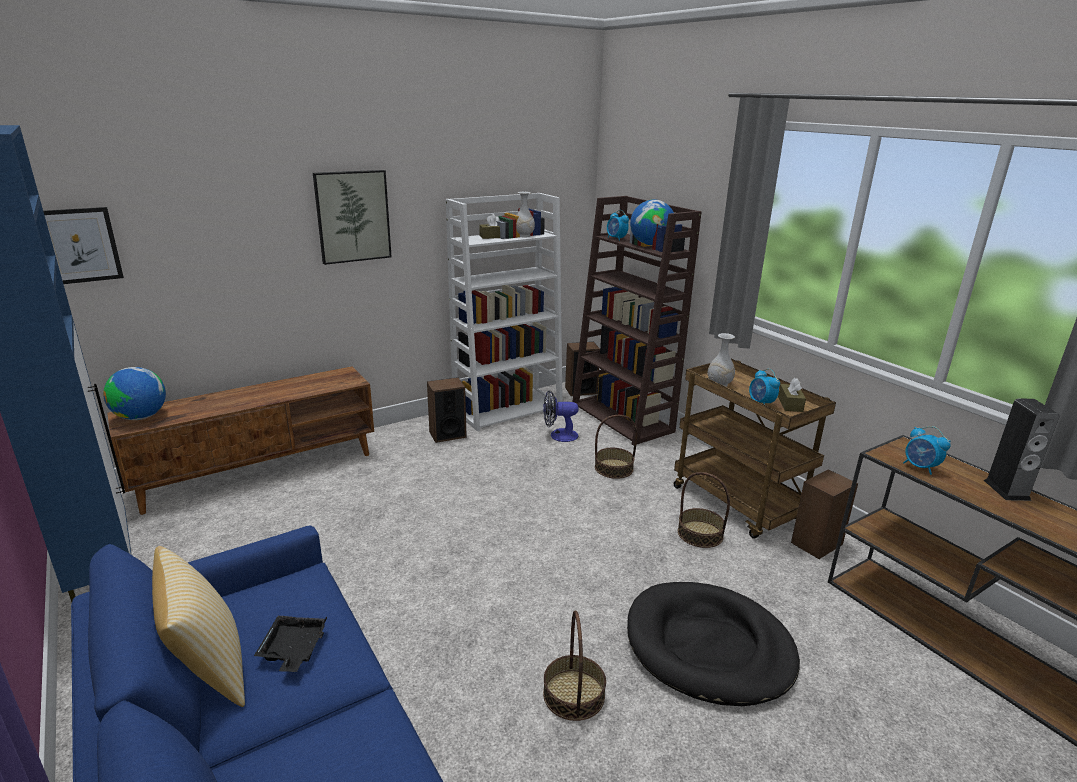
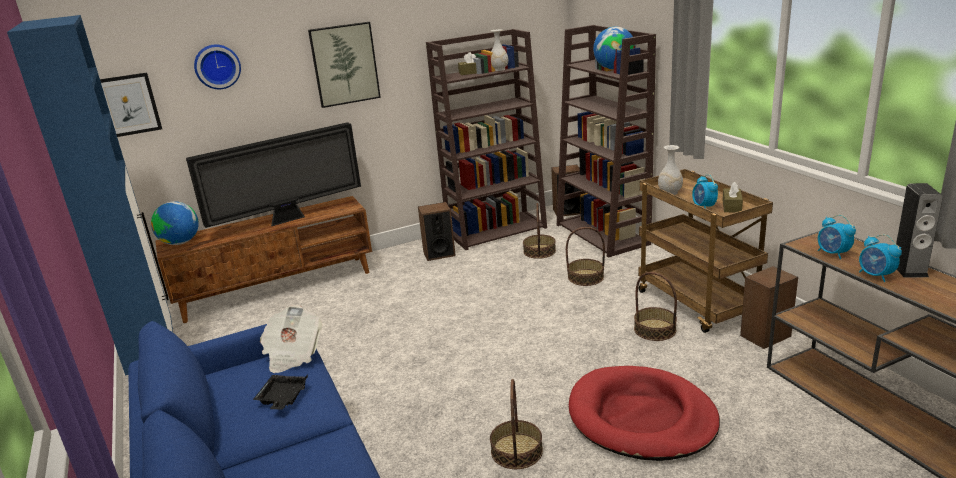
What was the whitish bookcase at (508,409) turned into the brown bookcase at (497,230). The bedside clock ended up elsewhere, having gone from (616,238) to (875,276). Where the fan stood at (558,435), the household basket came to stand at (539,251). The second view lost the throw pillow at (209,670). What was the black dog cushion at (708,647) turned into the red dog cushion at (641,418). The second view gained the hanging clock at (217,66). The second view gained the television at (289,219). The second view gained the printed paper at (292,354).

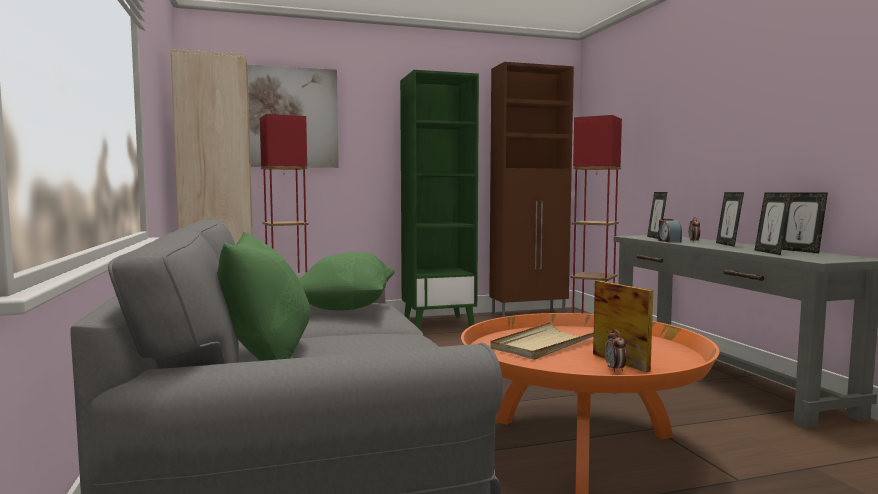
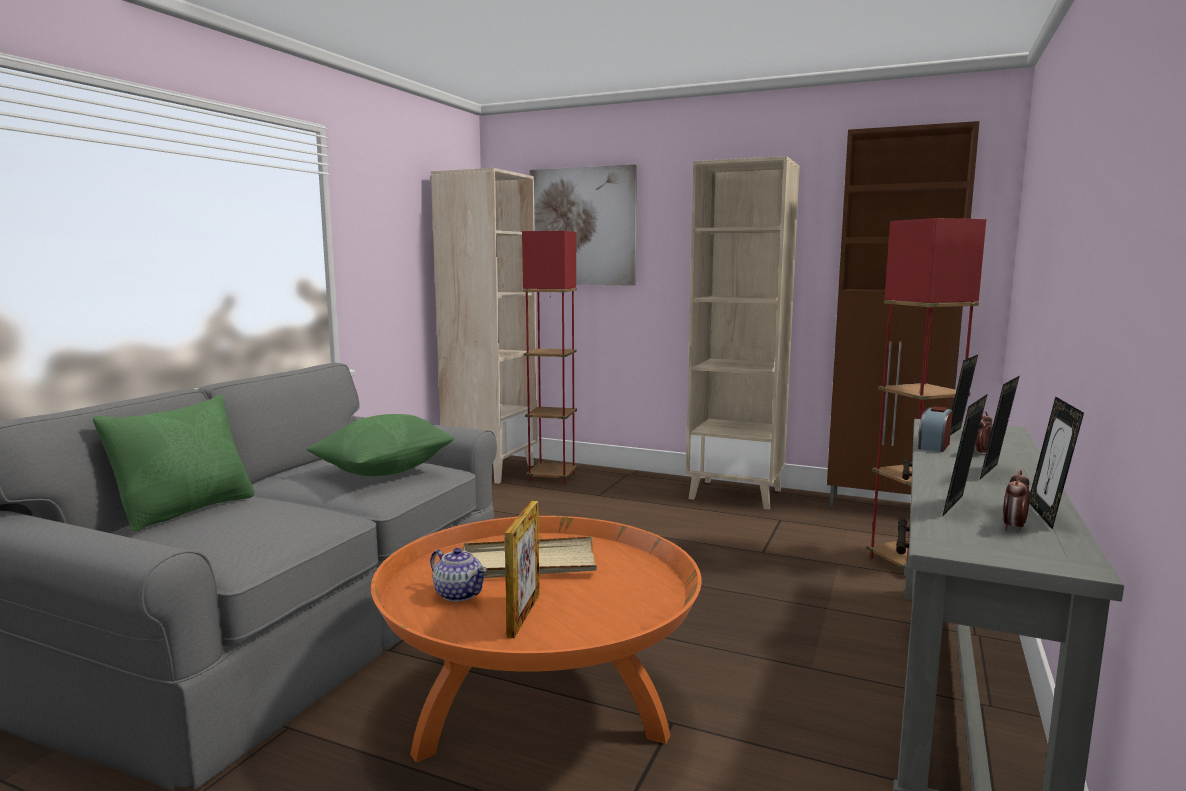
What was the greenish bookcase at (438,322) turned into the beige bookcase at (736,494). The bedside clock ended up elsewhere, having gone from (615,369) to (1013,527). The second view gained the tea pot at (459,594).

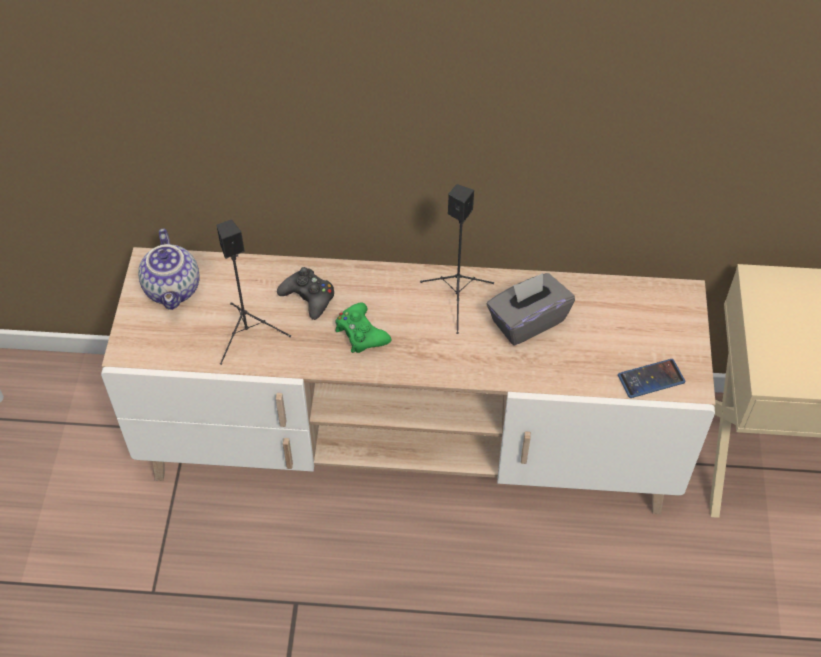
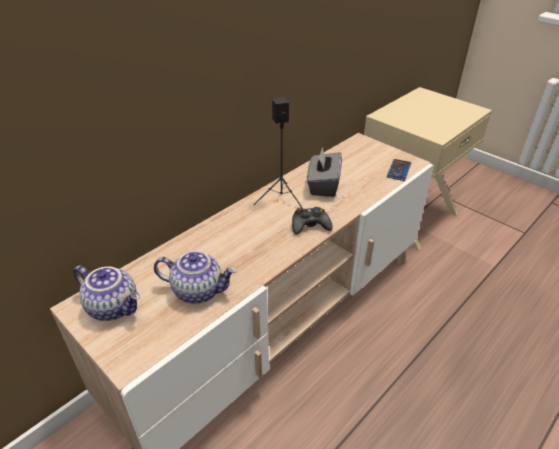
Where the black audio speaker stood at (248,334), the tea pot came to stand at (198,290). The black game controller ended up elsewhere, having gone from (309,297) to (310,225). The second view lost the greenish game controller at (361,334).

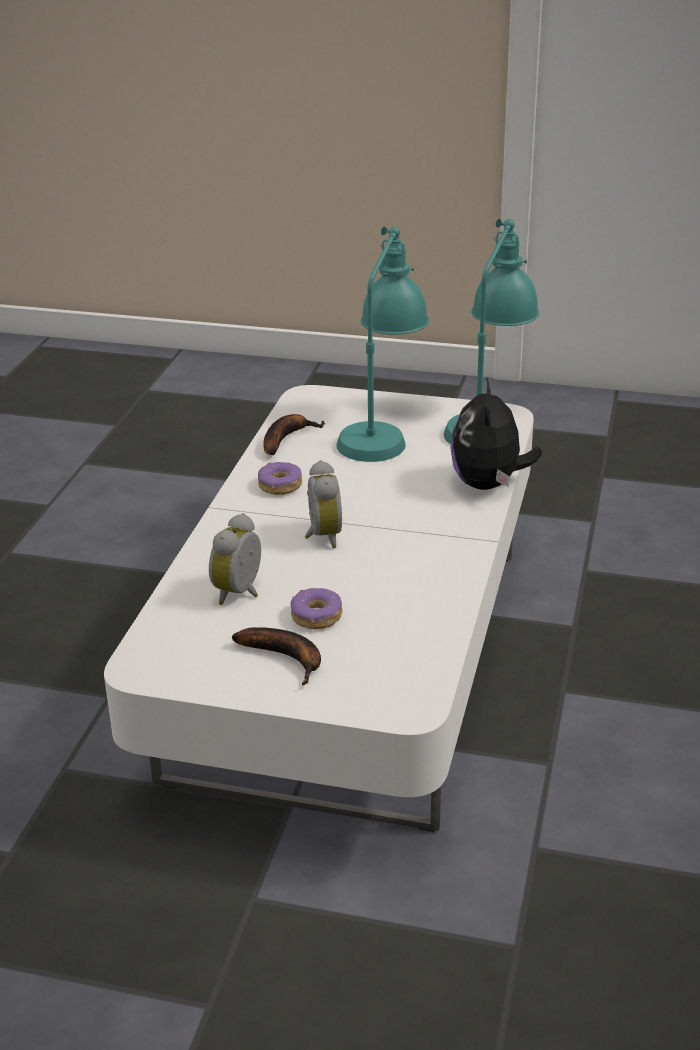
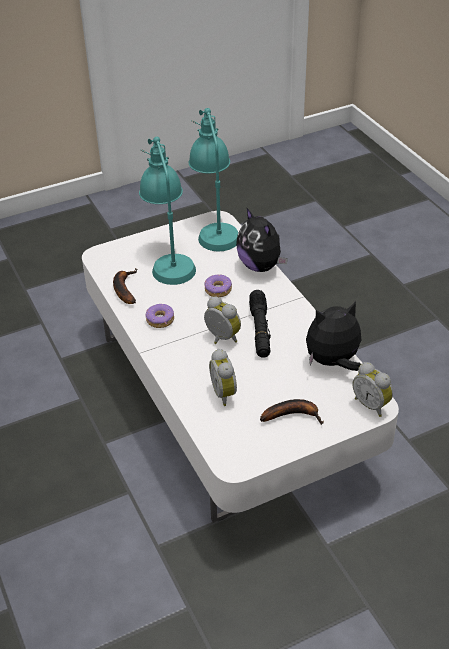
The ring doughnut ended up elsewhere, having gone from (316,617) to (218,290). The second view gained the black torch at (260,329). The second view gained the soft toy at (333,362). The second view gained the bedside clock at (372,404).

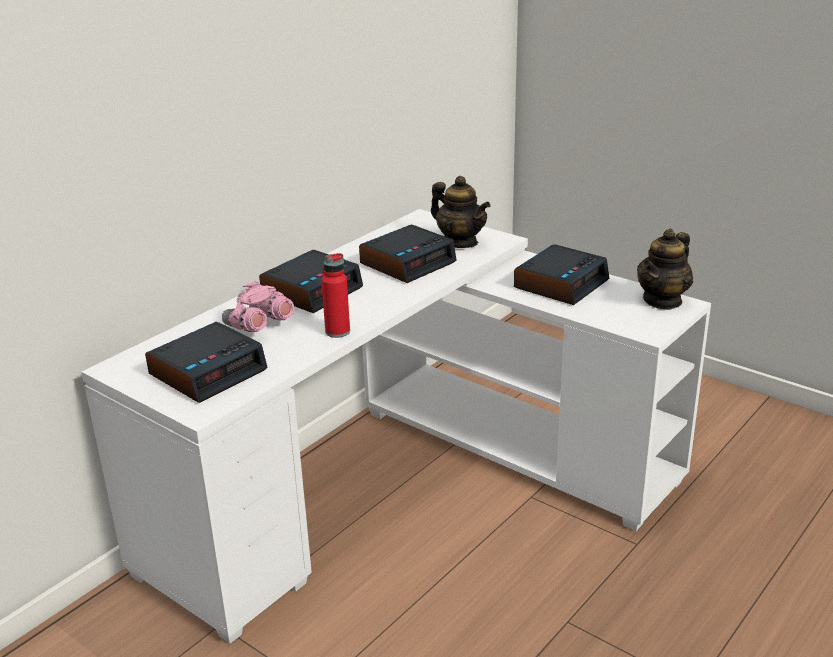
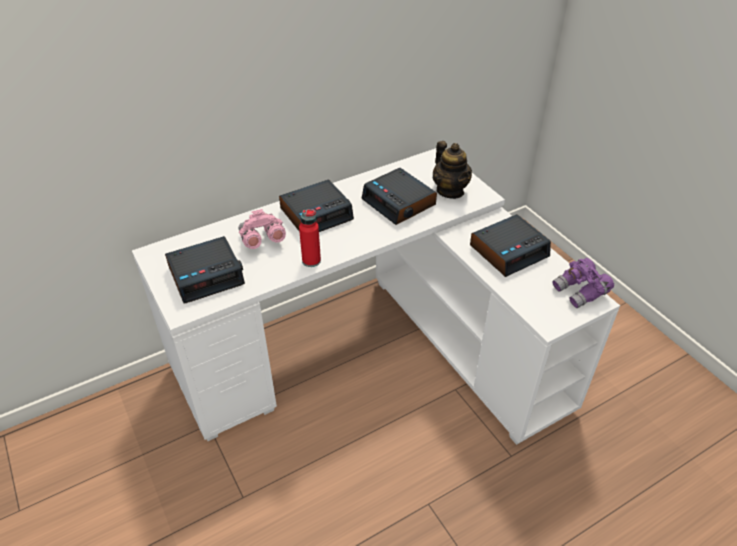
The bedside clock at (408,262) ended up facing another way, 75 degrees clockwise from before. Where the tea pot stood at (663,300), the purple-coloured binoculars came to stand at (580,292).

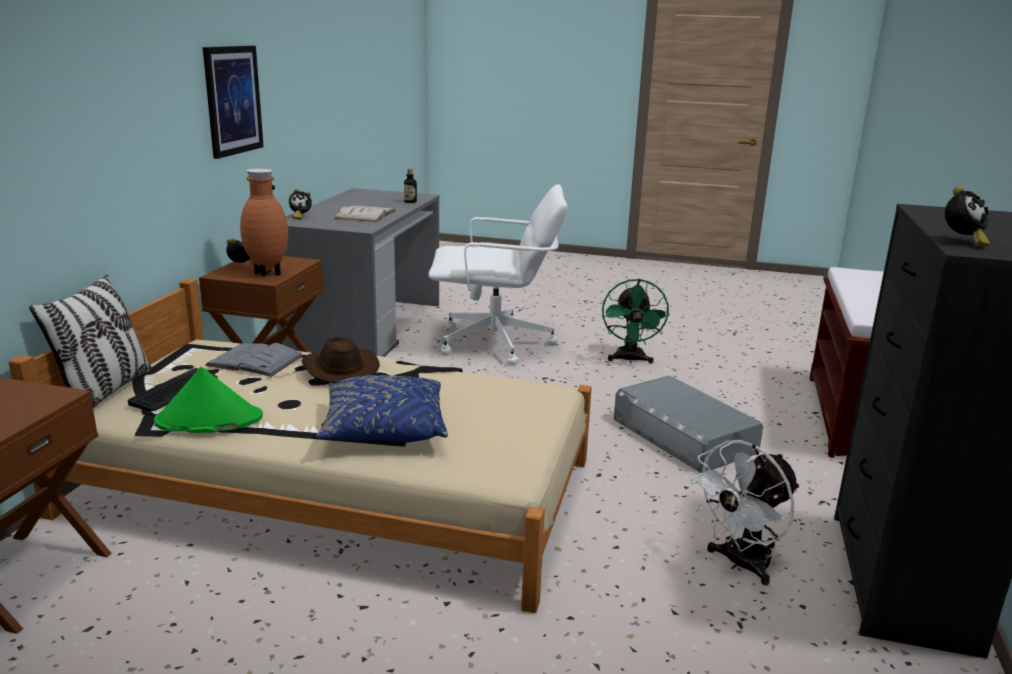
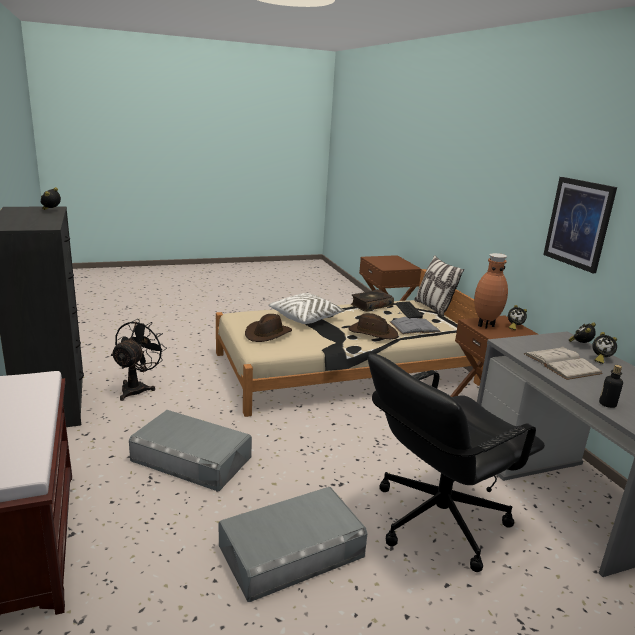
What was the whitish office chair at (496,343) turned into the black office chair at (437,519). Where the greenish fan stood at (630,360), the grey storage box came to stand at (291,551). Where the greenish wearable hat stood at (208,420), the book came to stand at (371,305). What was the blue throw pillow at (384,429) turned into the whitish throw pillow at (306,317). What was the whitish fan at (740,564) turned into the black fan at (137,388). The second view gained the brown wearable hat at (268,334). The second view gained the bedside clock at (600,359).

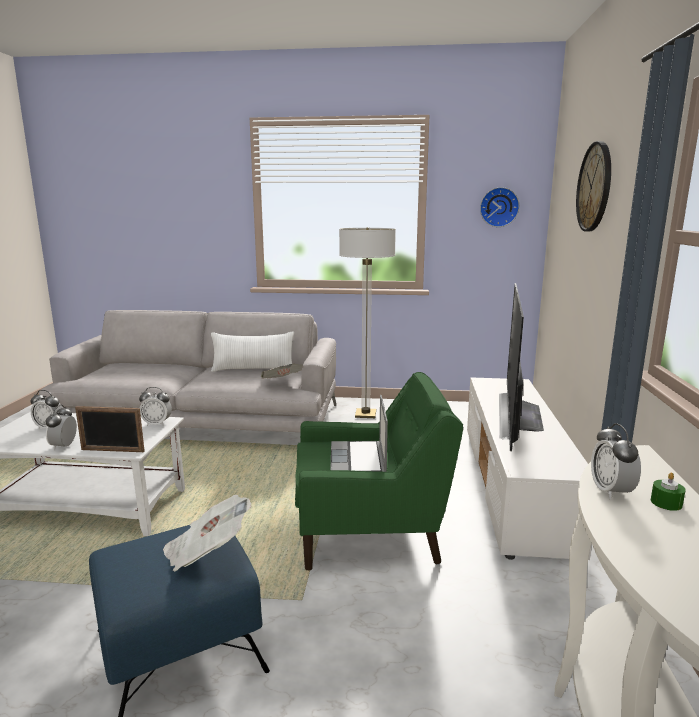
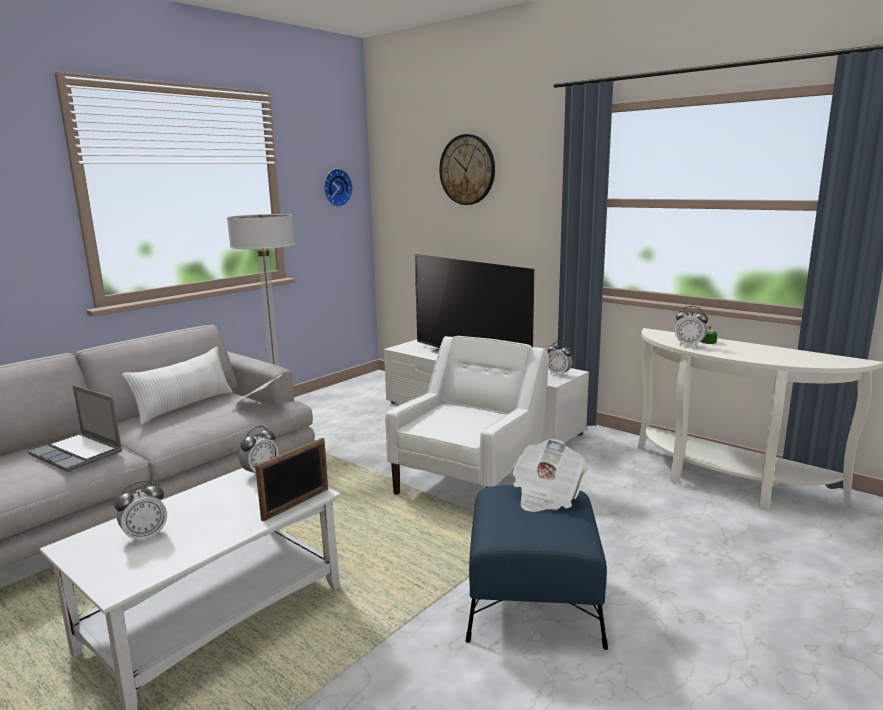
What was the greenish easy chair at (370,531) turned into the whitish easy chair at (470,482). The portable computer ended up elsewhere, having gone from (359,461) to (78,453). The bedside clock ended up elsewhere, having gone from (64,446) to (558,374).

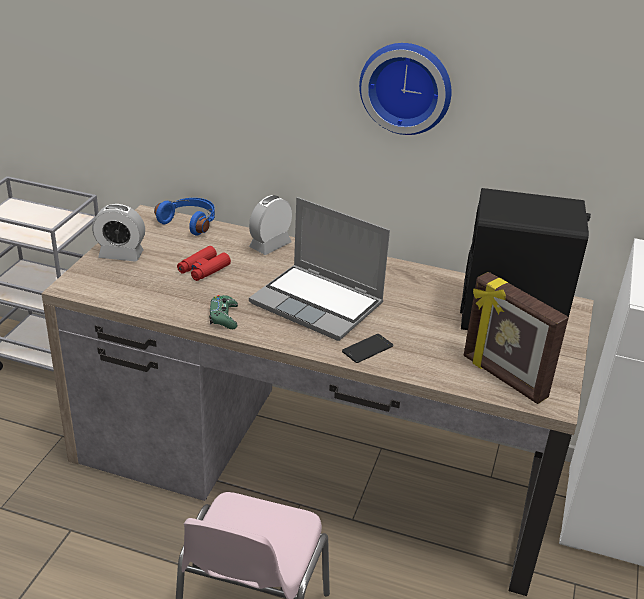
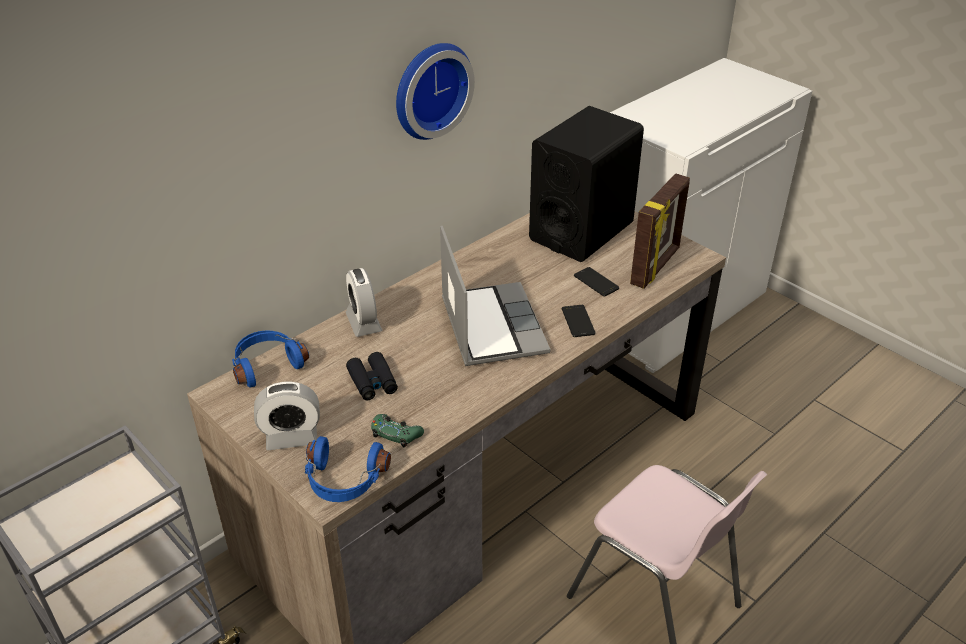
The portable computer at (319,304) ended up facing another way, 75 degrees counterclockwise from before. The bedside clock at (121,255) ended up facing another way, 45 degrees clockwise from before. What was the red binoculars at (203,269) turned into the black binoculars at (372,382). The picture frame at (503,378) ended up facing another way, 45 degrees counterclockwise from before. The greenish game controller ended up elsewhere, having gone from (224,317) to (396,434). The second view gained the telephone at (596,282). The second view gained the blue headphones at (344,481).

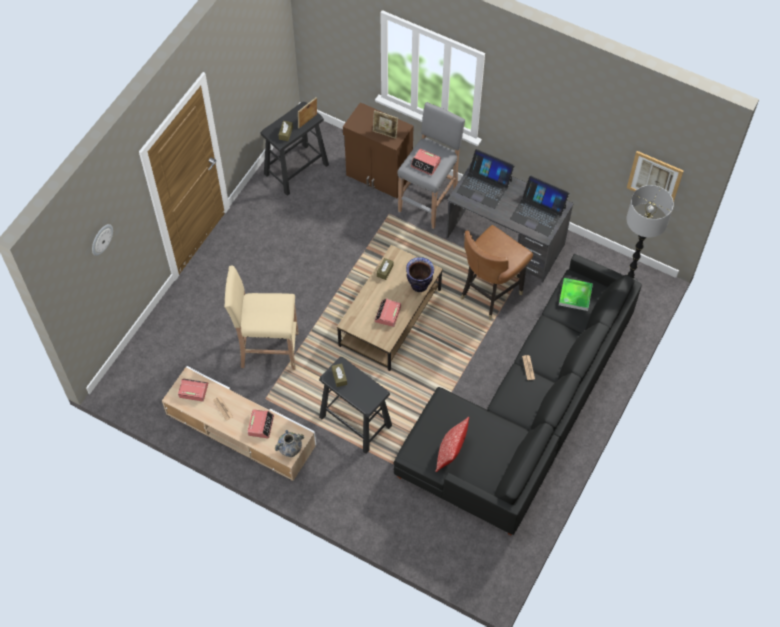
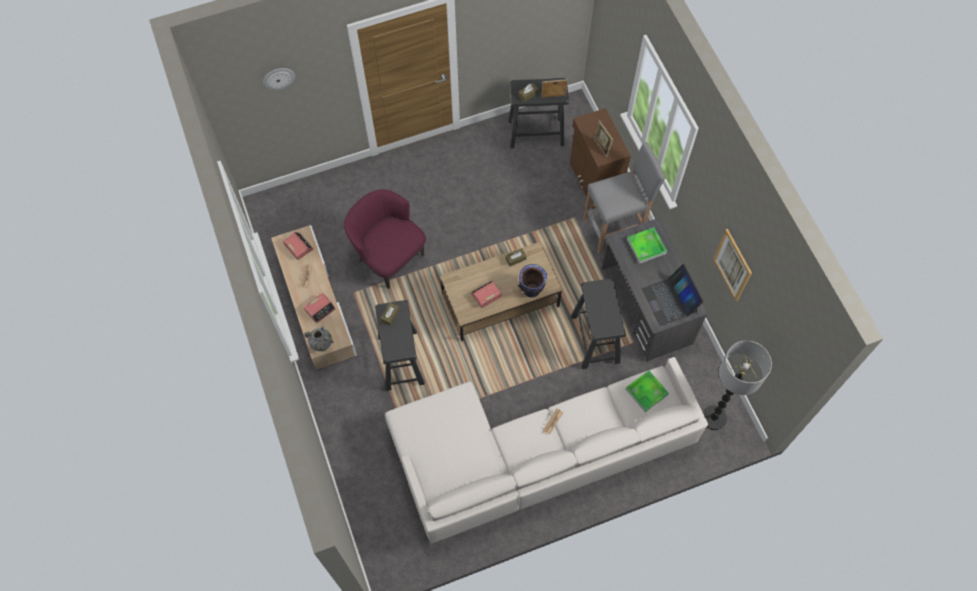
The second view lost the bedside clock at (425,164). Where the portable computer stood at (484,186), the carrying tray came to stand at (646,246). The picture ended up elsewhere, having gone from (654,178) to (732,265). Where the brown plain chair stood at (490,293), the black stool seat came to stand at (595,339). What was the black couch at (523,413) turned into the whitish couch at (532,454). Where the beige stool seat stood at (268,350), the purple-coloured easy chair came to stand at (389,257). The second view lost the throw pillow at (450,453).

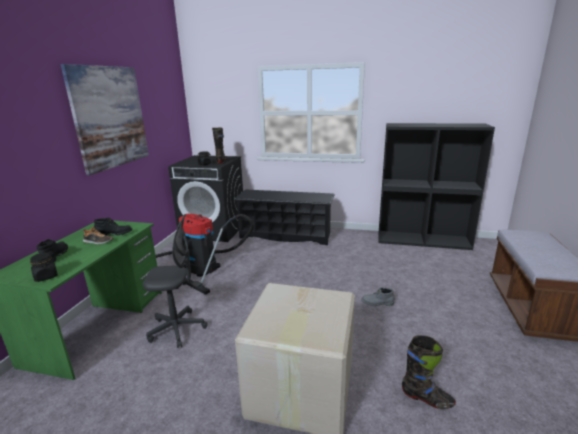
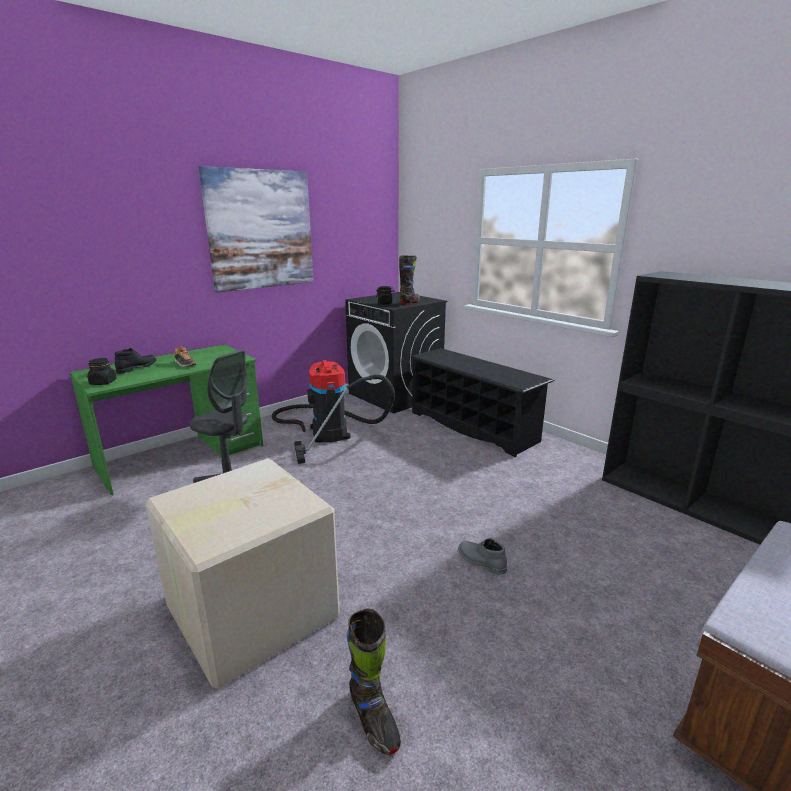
The second view lost the black high-top boot at (114,234).

